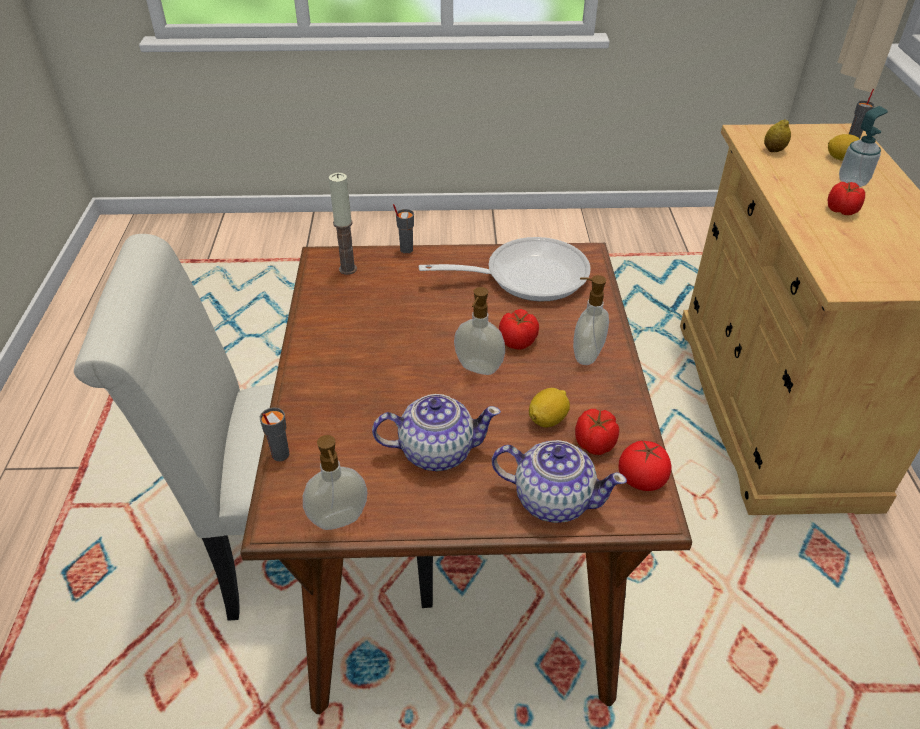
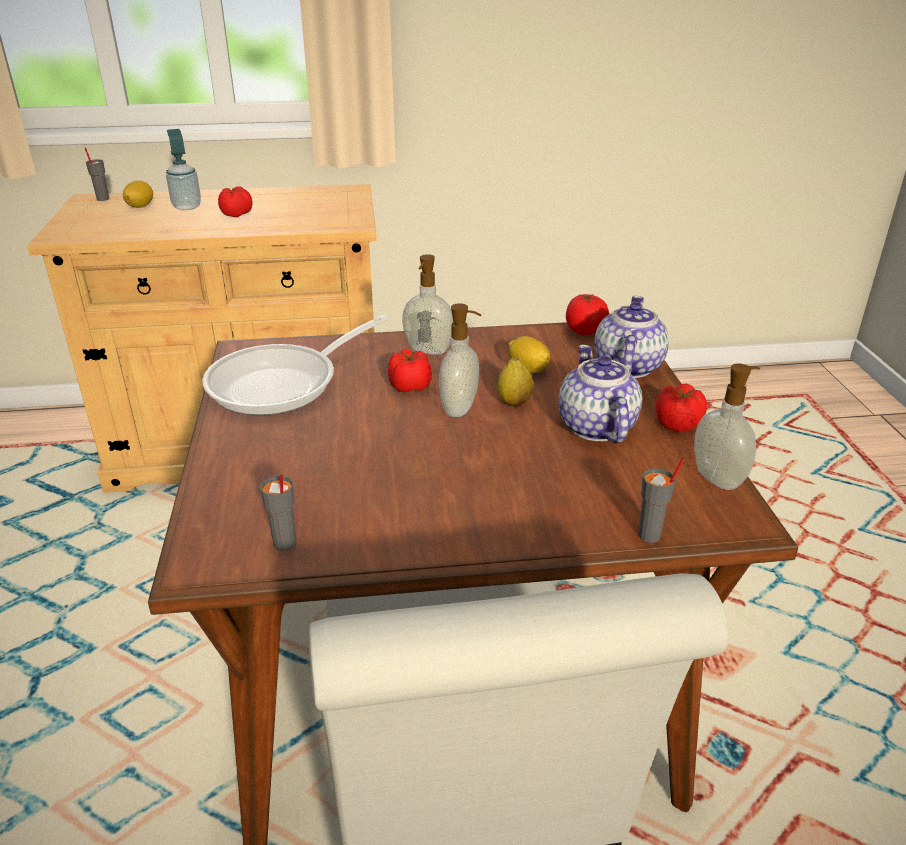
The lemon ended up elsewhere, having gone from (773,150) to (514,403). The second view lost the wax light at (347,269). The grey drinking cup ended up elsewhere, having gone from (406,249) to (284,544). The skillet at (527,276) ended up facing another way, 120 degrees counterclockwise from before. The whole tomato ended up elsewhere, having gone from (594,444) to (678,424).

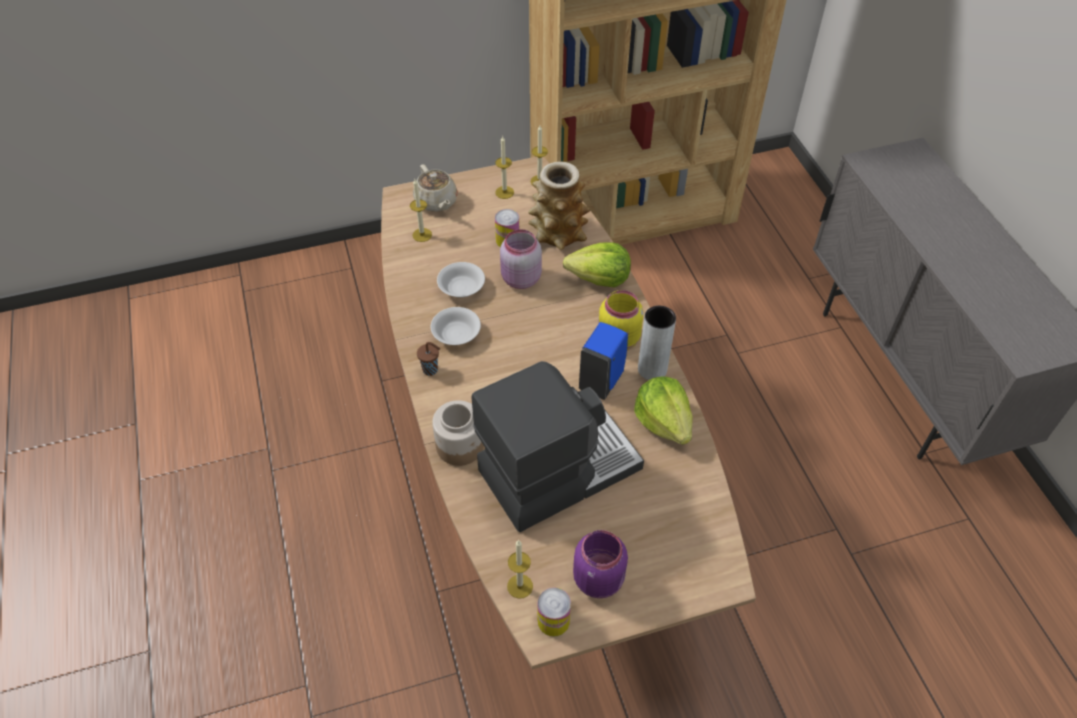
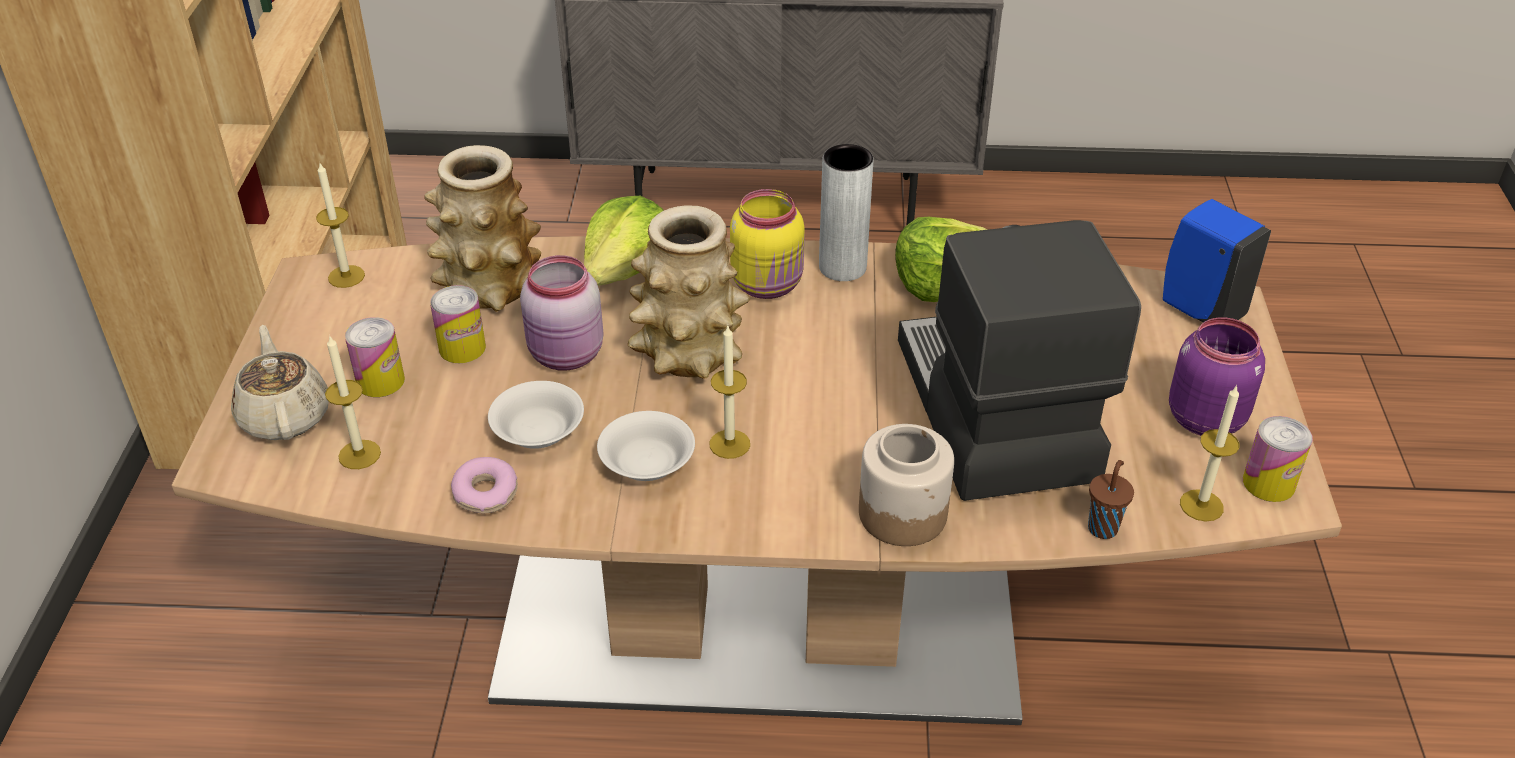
The wax light ended up elsewhere, having gone from (504,192) to (729,444). The beige tea pot at (436,202) ended up facing another way, 105 degrees counterclockwise from before. The blue soap dispenser ended up elsewhere, having gone from (602,380) to (1199,309). The brown drinking cup ended up elsewhere, having gone from (431,370) to (1103,527). The second view gained the vase at (689,353). The second view gained the metal can at (380,381). The second view gained the ring doughnut at (485,494).

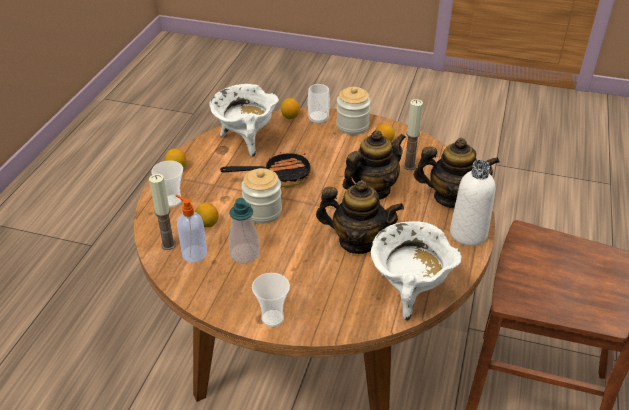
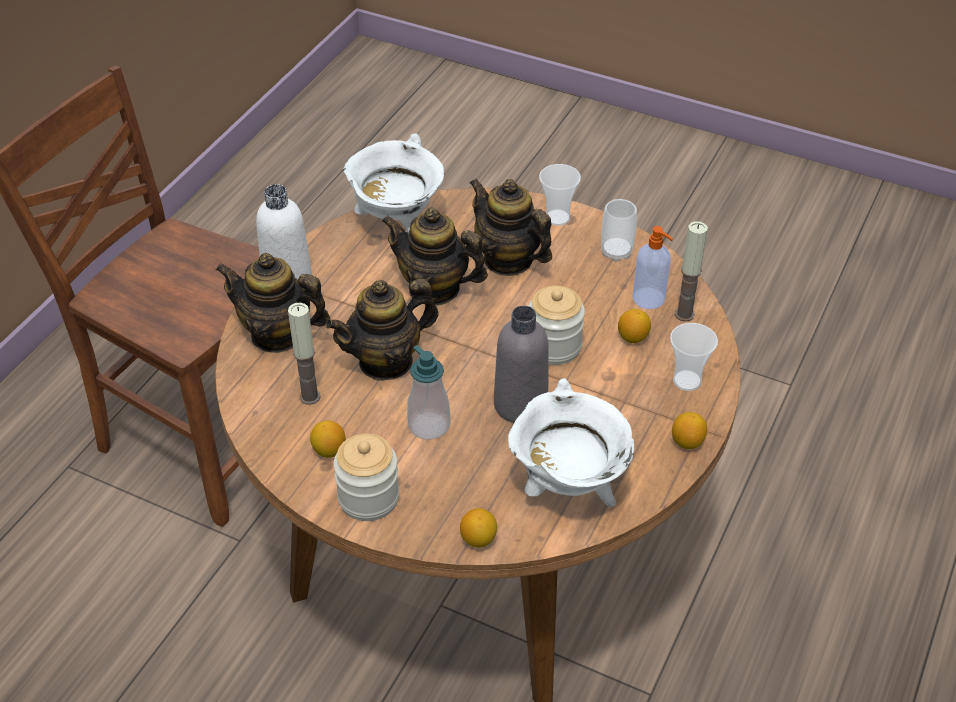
The drinking cup ended up elsewhere, having gone from (318,120) to (616,252). Where the skillet stood at (279,176), the grey beverage bottle came to stand at (520,404). The soap dispenser ended up elsewhere, having gone from (245,254) to (429,425). The second view gained the tea pot at (508,260).

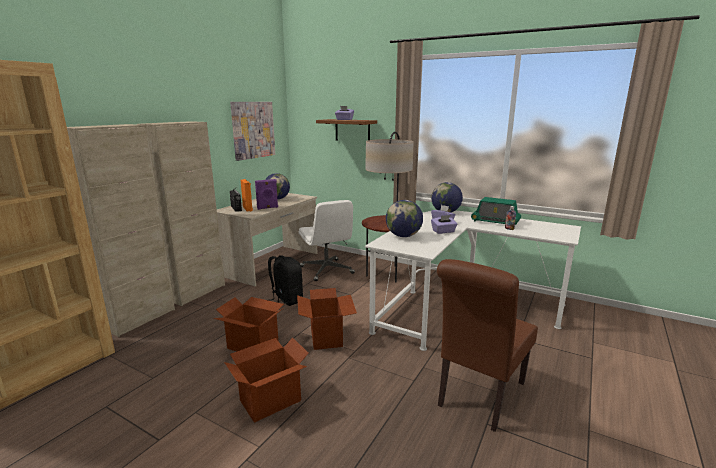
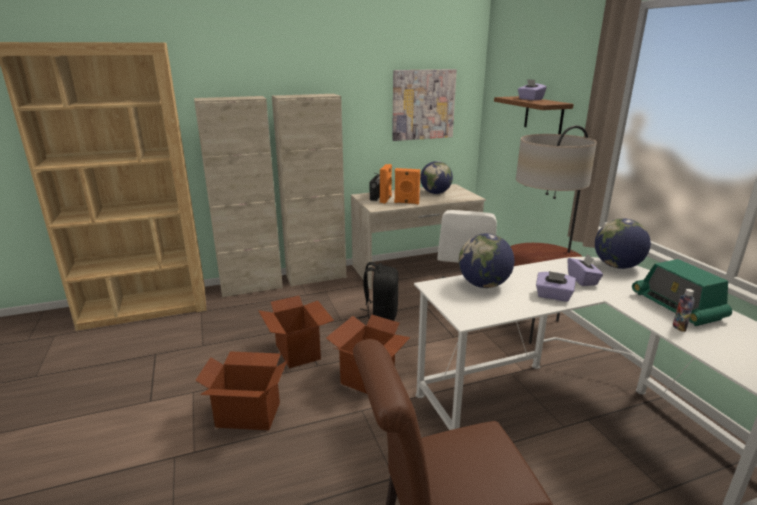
What was the purple-coloured audio speaker at (267,208) turned into the orange-coloured audio speaker at (406,203).

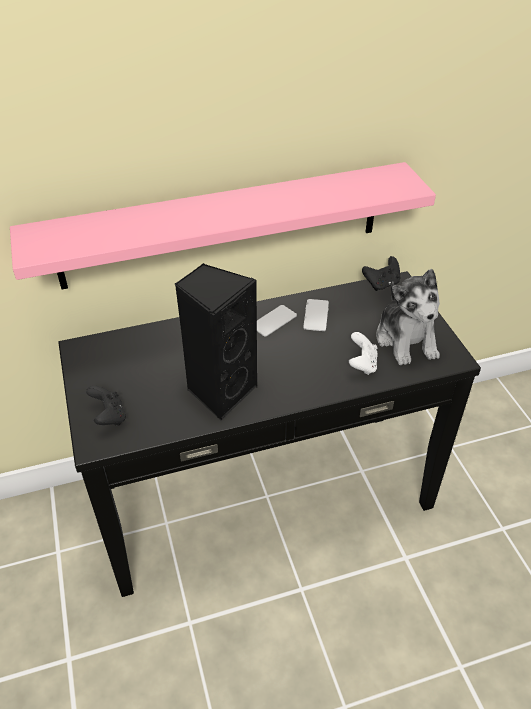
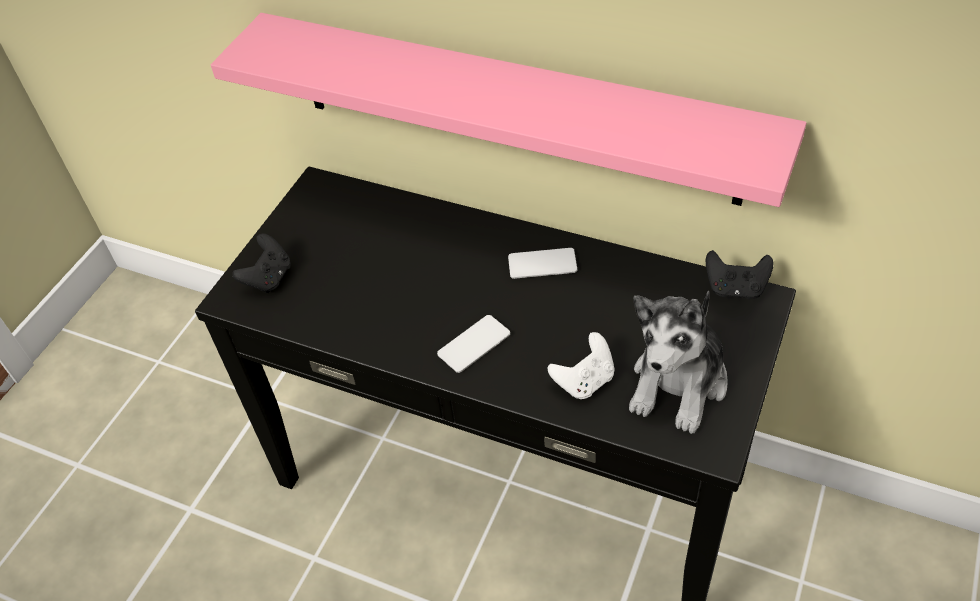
The second view lost the black audio speaker at (220,391). The telephone ended up elsewhere, having gone from (316,315) to (474,344).

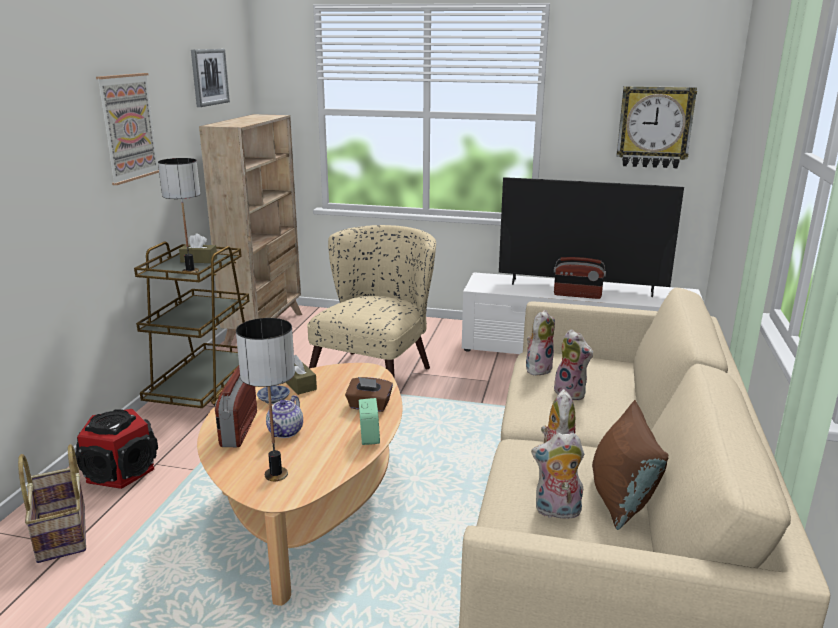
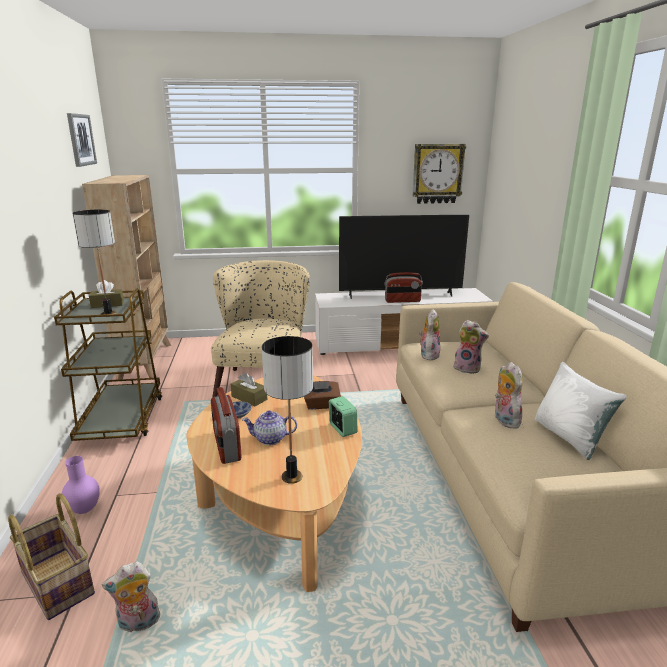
The second view lost the picture at (128,127). The tea pot at (286,432) ended up facing another way, 90 degrees clockwise from before. What was the brown throw pillow at (621,499) turned into the whitish throw pillow at (569,437). Where the audio speaker stood at (121,471), the purple-coloured vase came to stand at (85,509). The soft toy ended up elsewhere, having gone from (556,512) to (138,624).

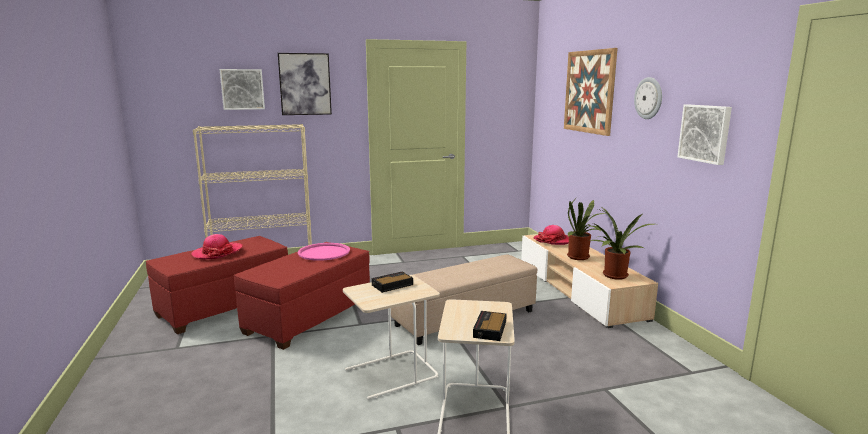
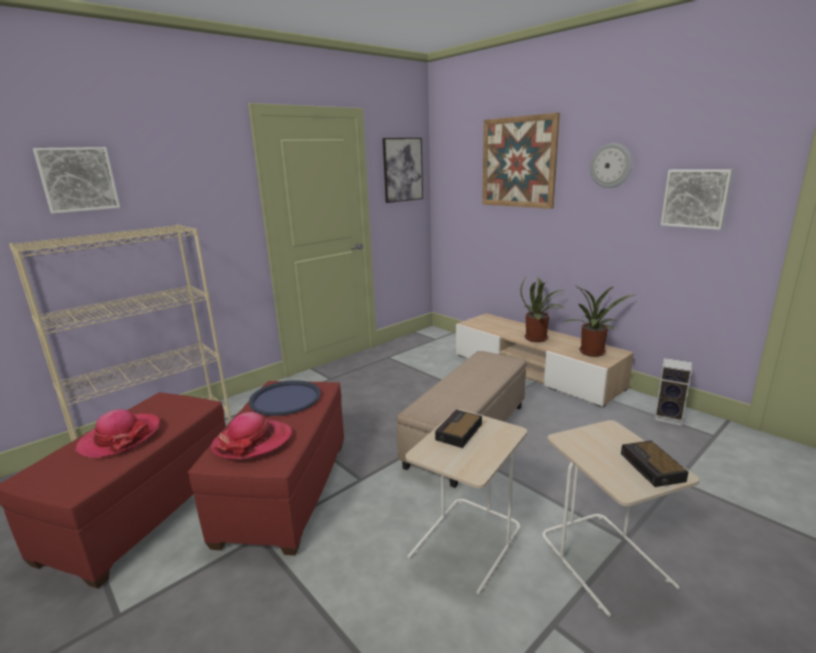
The picture ended up elsewhere, having gone from (305,84) to (402,170). The wearable hat ended up elsewhere, having gone from (554,240) to (253,442). What was the pink carrying tray at (324,252) turned into the blue carrying tray at (285,399). The second view gained the audio speaker at (669,417).

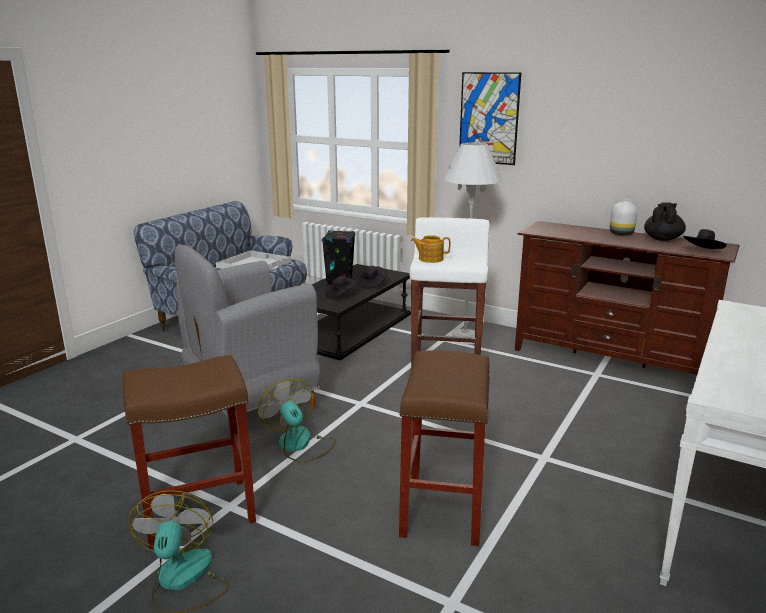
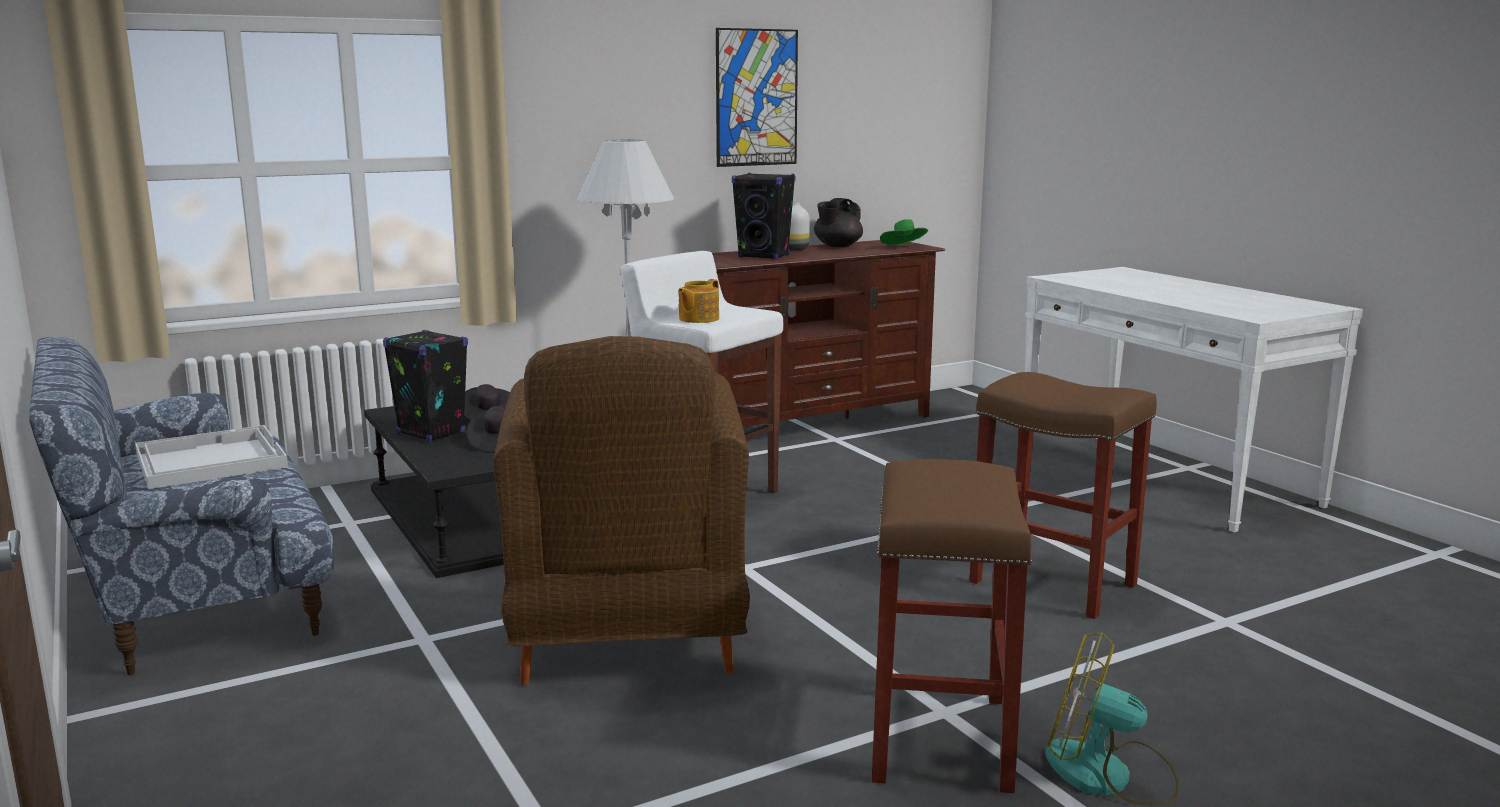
The picture ended up elsewhere, having gone from (489,118) to (756,98). The black tea pot at (662,239) ended up facing another way, 105 degrees counterclockwise from before. What was the black wearable hat at (702,252) turned into the greenish wearable hat at (904,248). What was the grey easy chair at (250,401) turned into the brown easy chair at (627,641). The second view lost the fan at (299,445). The second view gained the black audio speaker at (764,256).

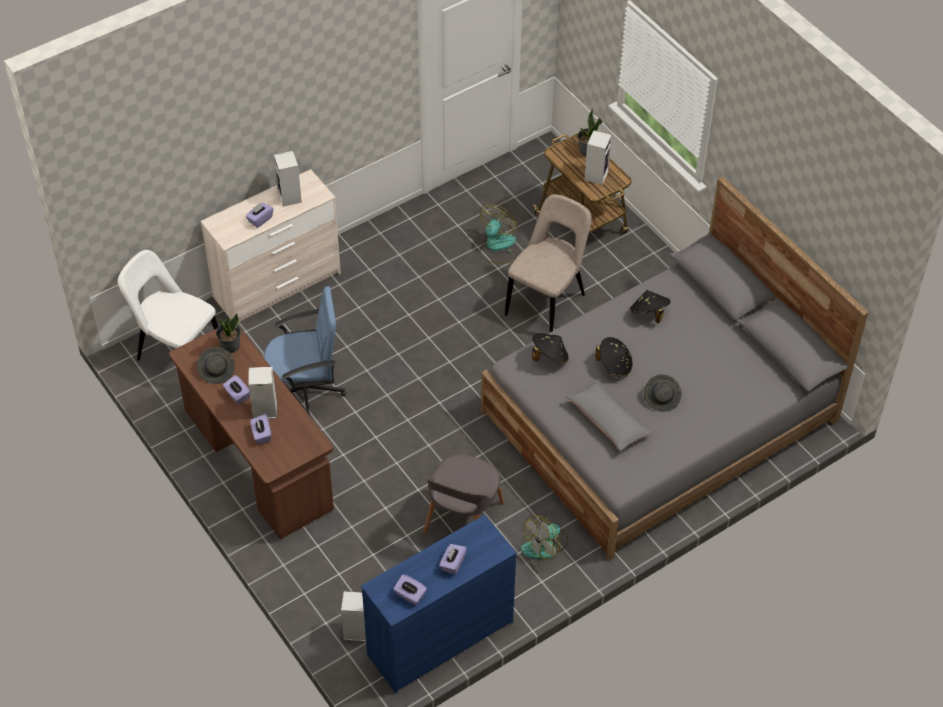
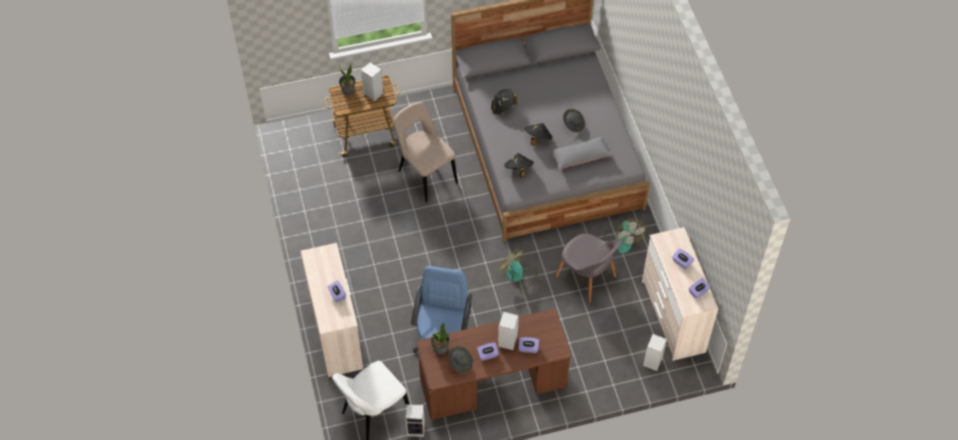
The audio speaker ended up elsewhere, having gone from (290,197) to (417,429). The fan ended up elsewhere, having gone from (496,247) to (518,275). What was the blue drawer chest at (439,637) turned into the beige drawer chest at (672,317).

